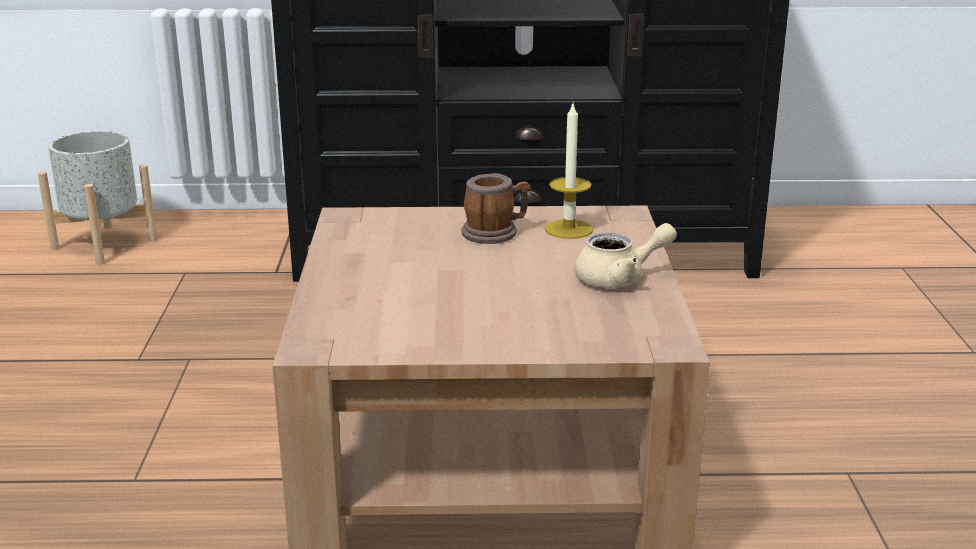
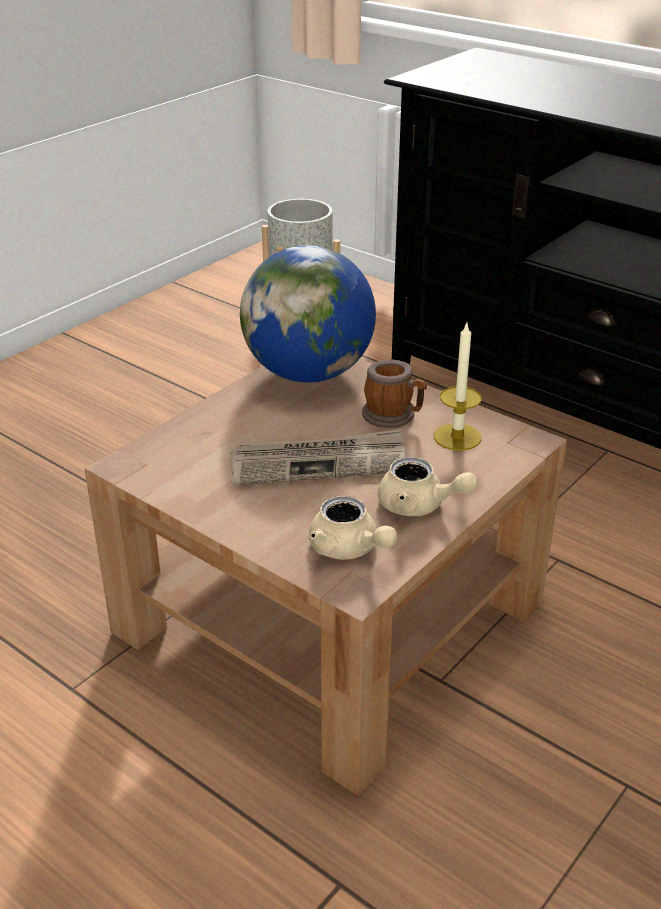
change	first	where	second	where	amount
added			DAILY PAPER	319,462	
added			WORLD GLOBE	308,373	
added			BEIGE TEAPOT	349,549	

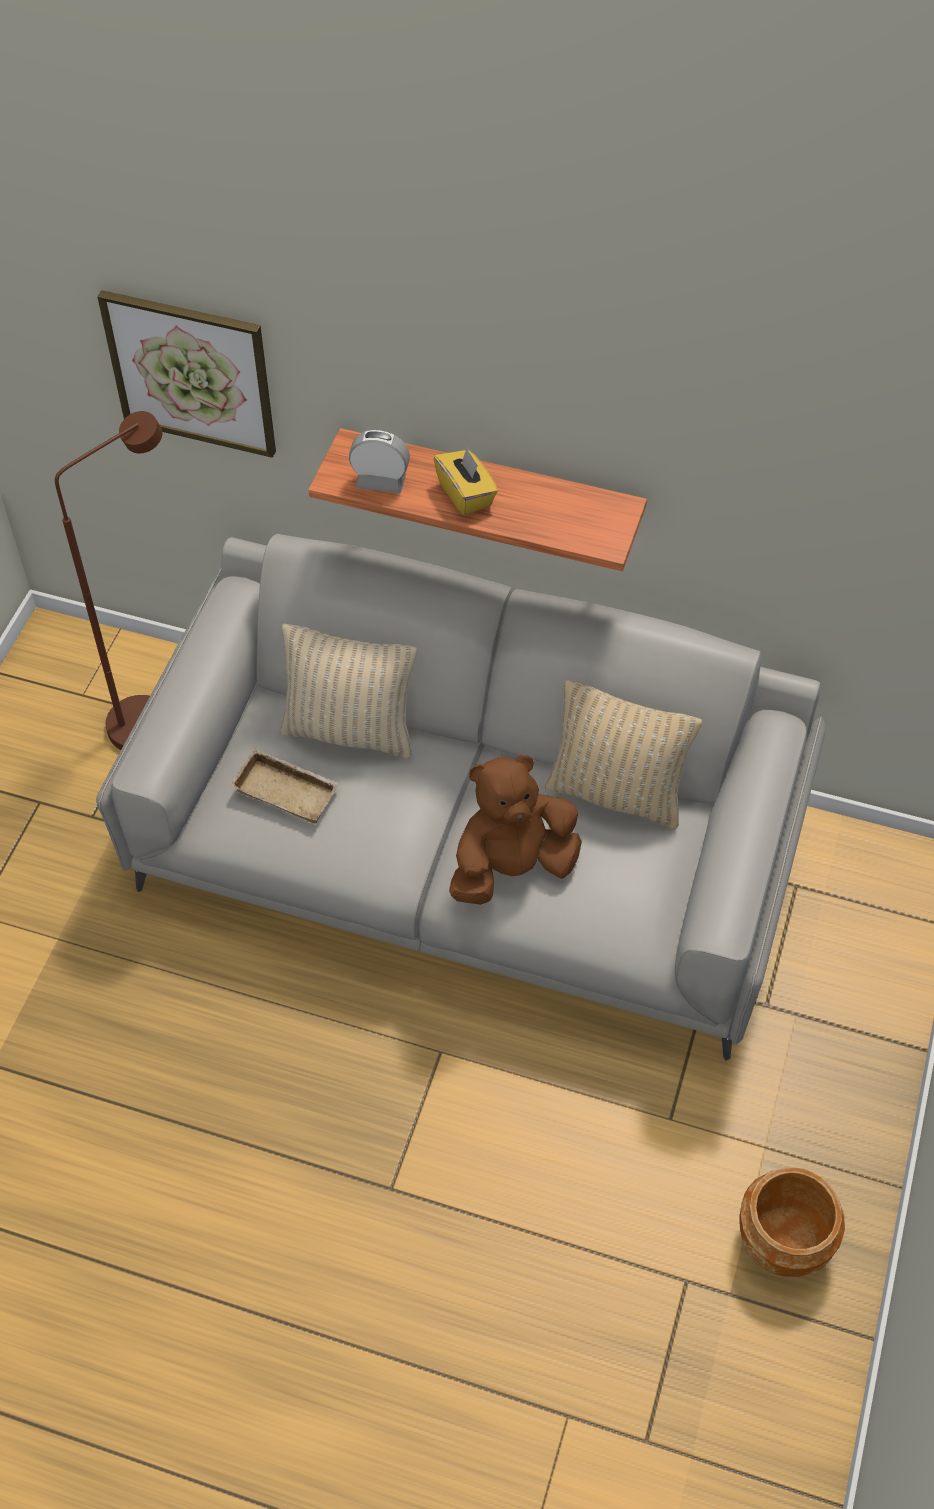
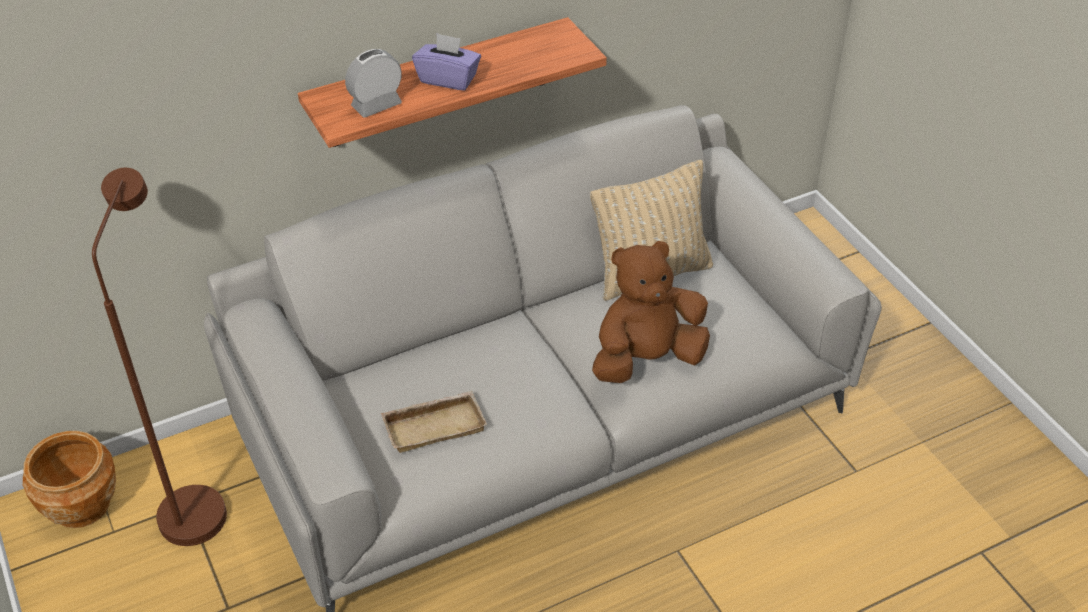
change	first	where	second	where	amount
removed	WALL PICTURE	191,373			
removed	BEIGE PILLOW	350,731			
moved	BROWN PLANT POT	783,1240		81,504	
recoloured	YELLOWISH TISSUE BOX	466,494	PURPLE-COLOURED TISSUE BOX	448,79	
turned	BROWN SOFT TOY	511,867		646,359	45 degrees clockwise

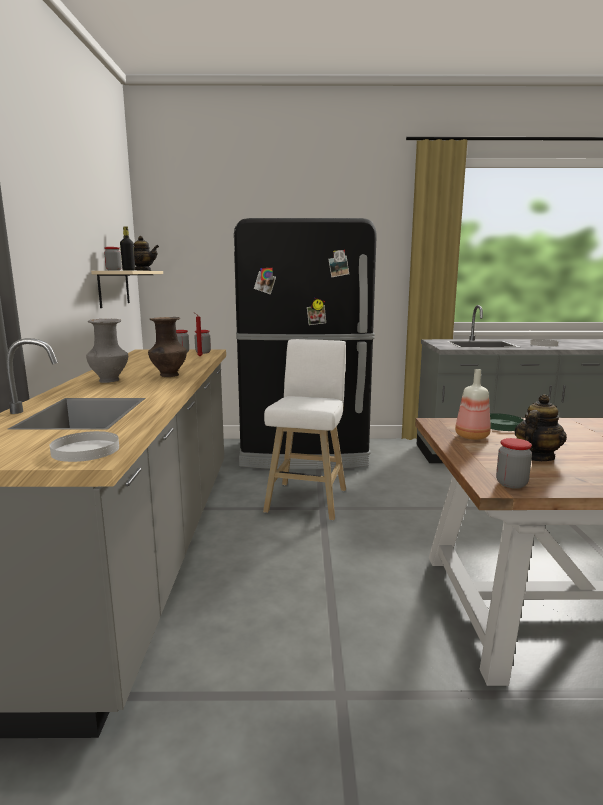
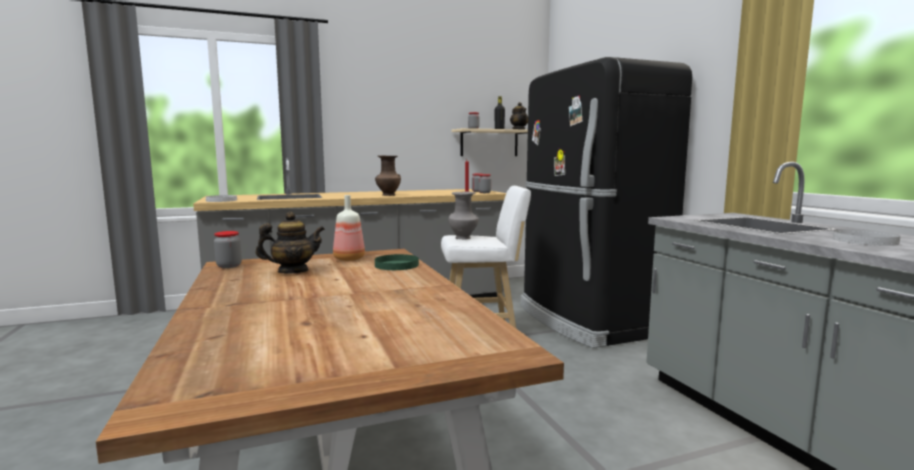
change	first	where	second	where	amount
moved	GREYISH VASE	110,380		463,238	
turned	TEAPOT	536,457		293,271	45 degrees counterclockwise

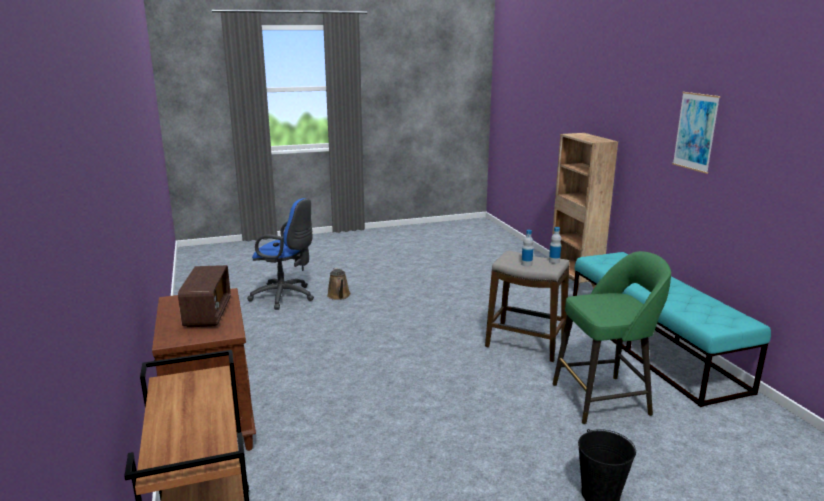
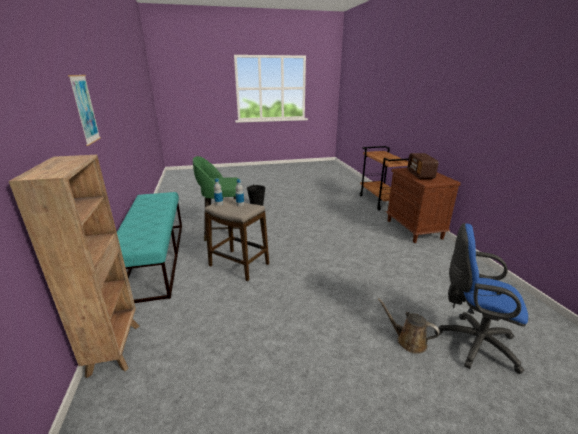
change	first	where	second	where	amount
turned	BROWN WATERING POT	339,296		408,341	45 degrees counterclockwise

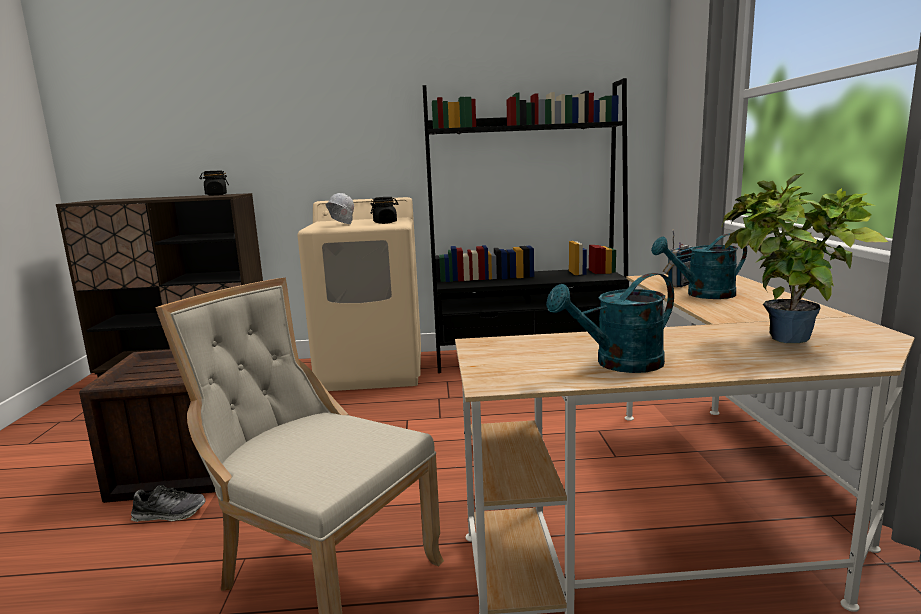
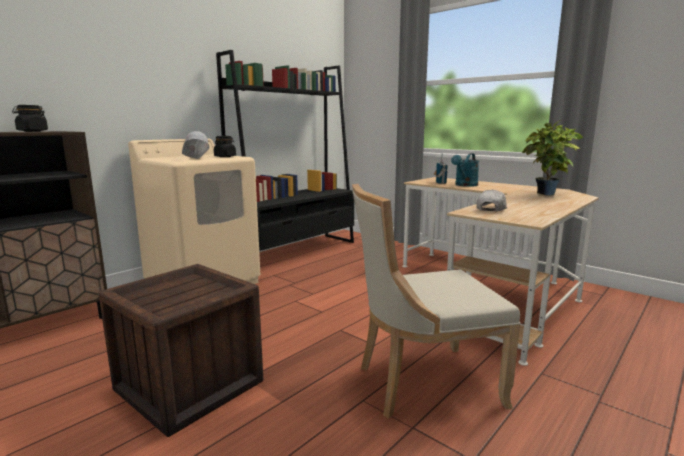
change	first	where	second	where	amount
removed	SHOE	169,514			
removed	TURQUOISE-COLOURED WATERING POT	619,364			
added			WHITE-COLOURED BASEBALL CAP	491,209	

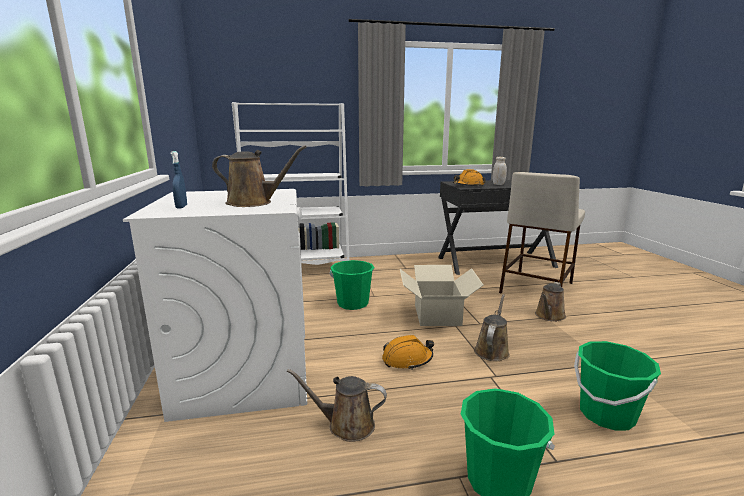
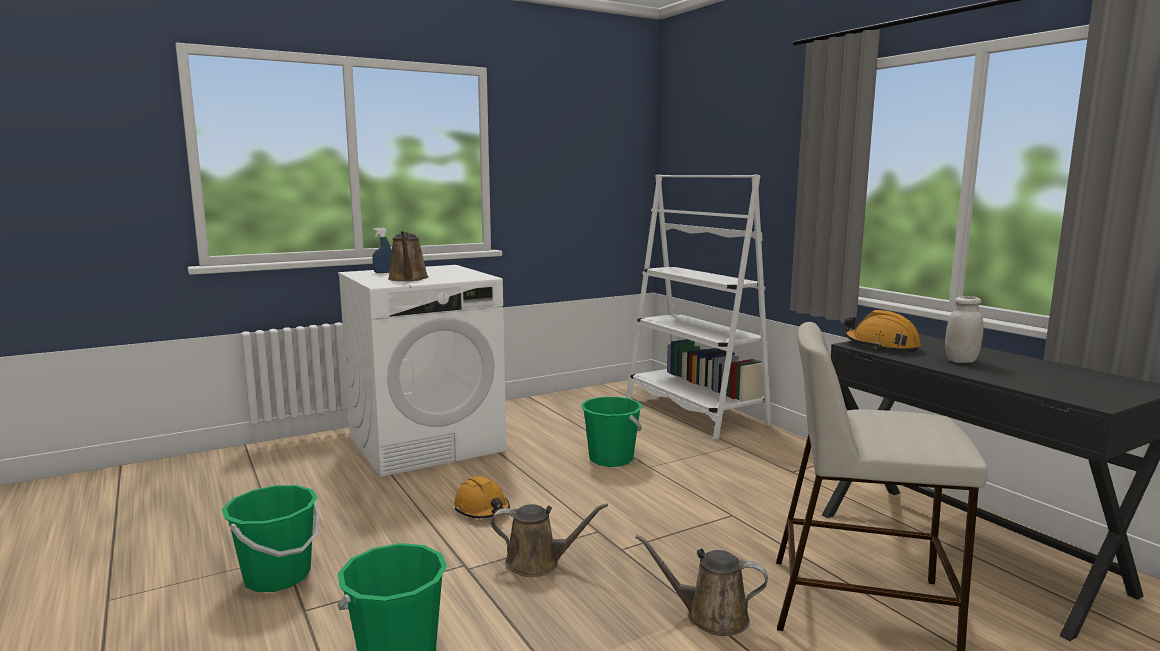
change	first	where	second	where	amount
removed	BROWN WATERING POT	346,425			
removed	PACKING BOX	438,315			

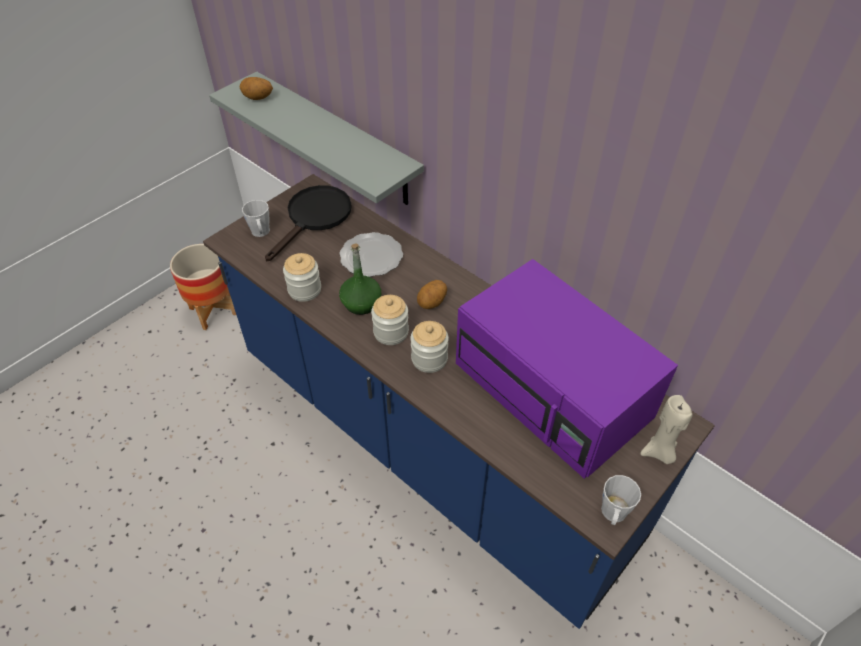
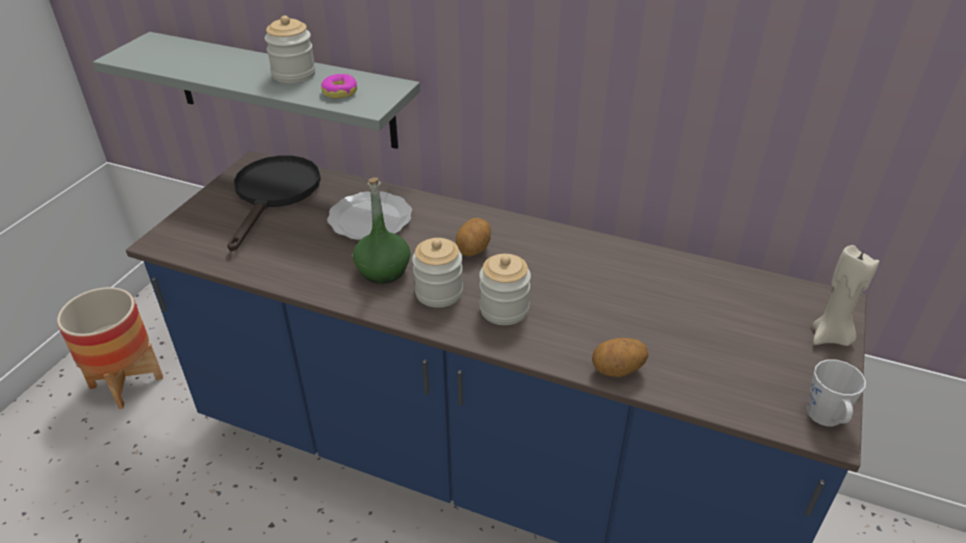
change	first	where	second	where	amount
removed	GREYISH COFFEE MUG	261,233			
removed	PURPLE-COLOURED MICROWAVE	554,391			
added			DOUGHNUT	340,92	
moved	WHOLE POTATO	258,98		617,371	
moved	PRESERVE JAR	304,290		294,74	

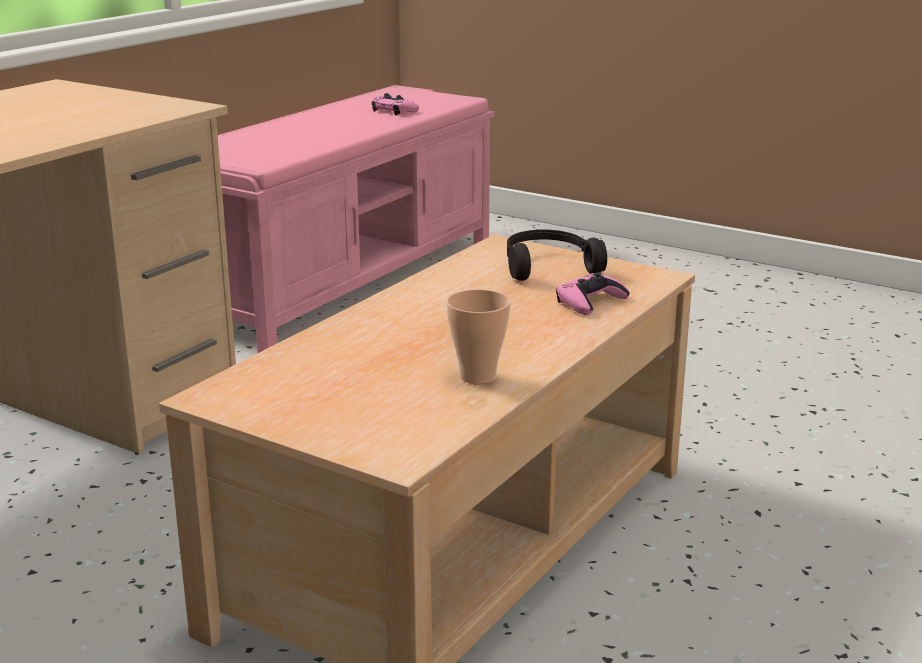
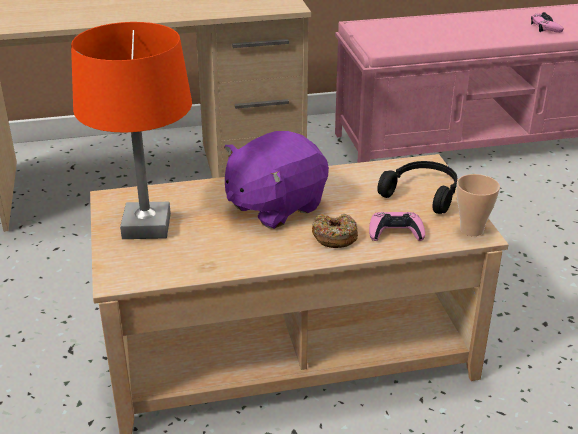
change	first	where	second	where	amount
added			ORANGE-COLOURED LAMP FOR A TABLE	146,226	
added			PURPLE-COLOURED SOFT TOY	274,206	
added			DOUGHNUT	334,237	
moved	SMALL CUP	477,376		471,230	

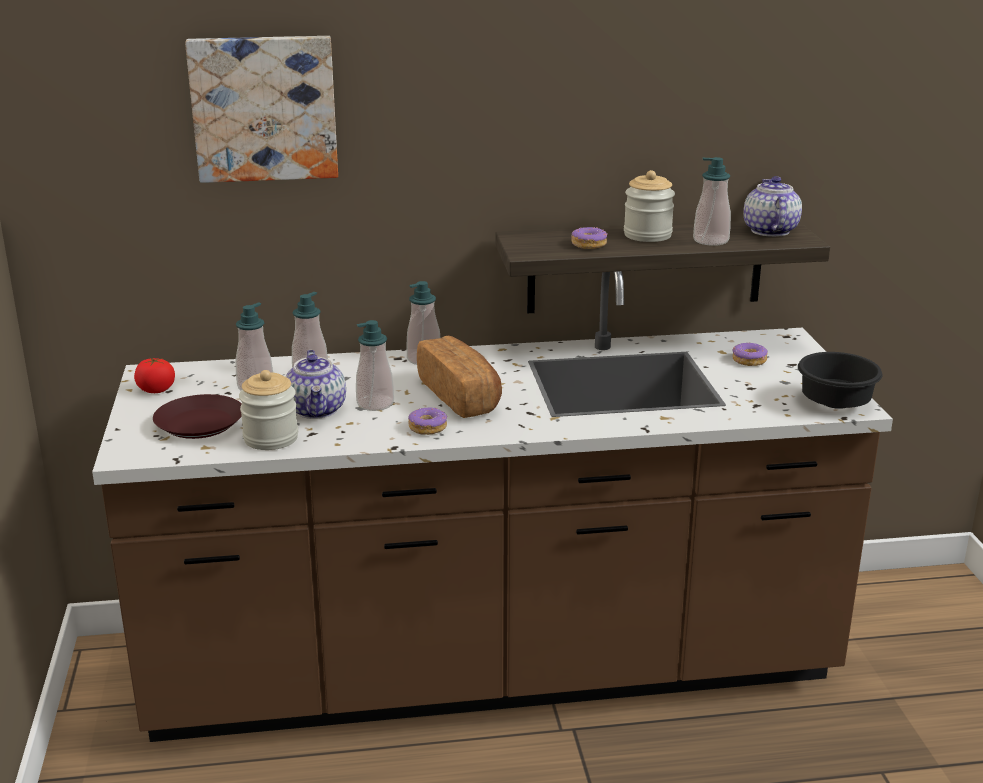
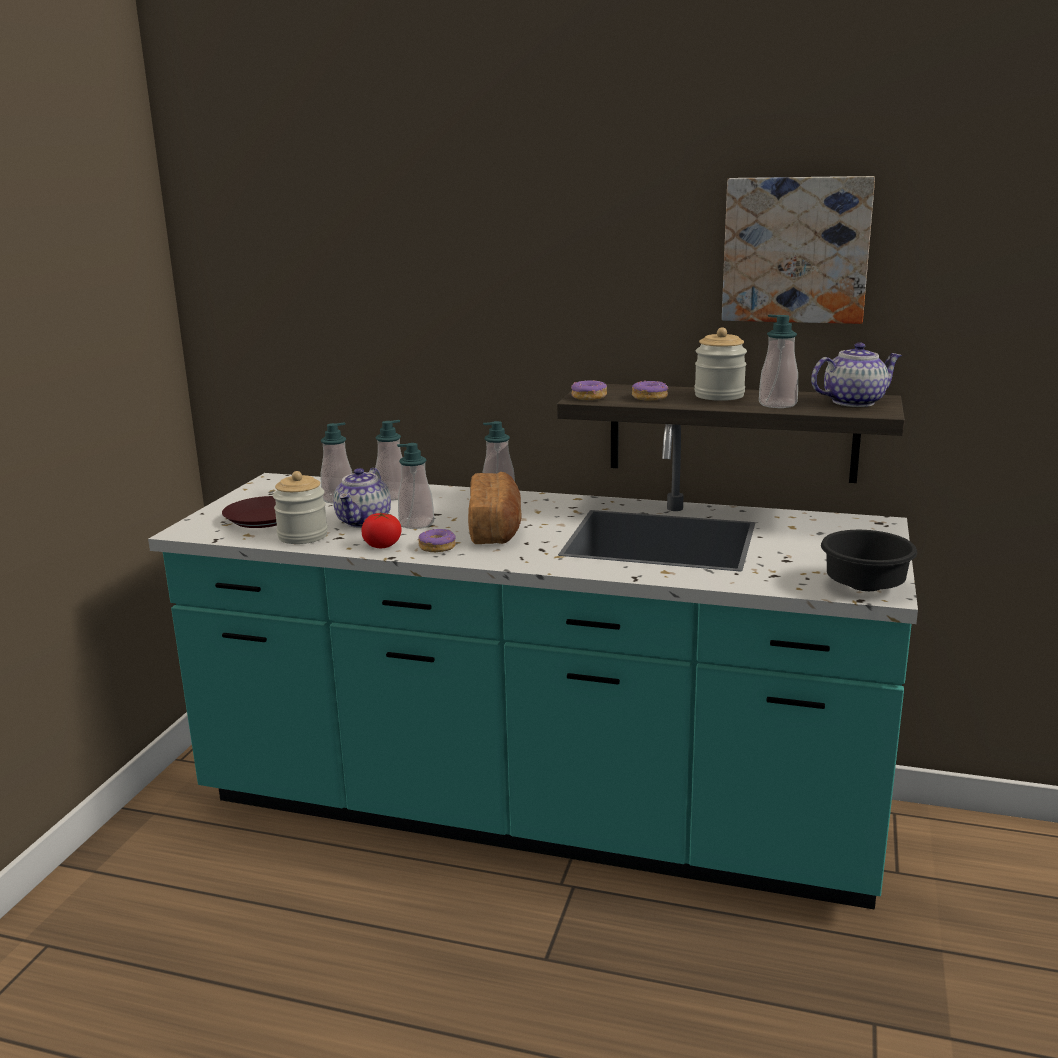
change	first	where	second	where	amount
moved	WHOLE TOMATO	156,390		382,545	
moved	WALL PICTURE	264,108		796,249	
moved	DOUGHNUT	749,360		589,397	
recoloured	BROWN KITCHEN COUNTER	491,670	TURQUOISE-COLOURED KITCHEN COUNTER	535,814	
turned	TEAPOT	769,231		853,402	45 degrees clockwise

